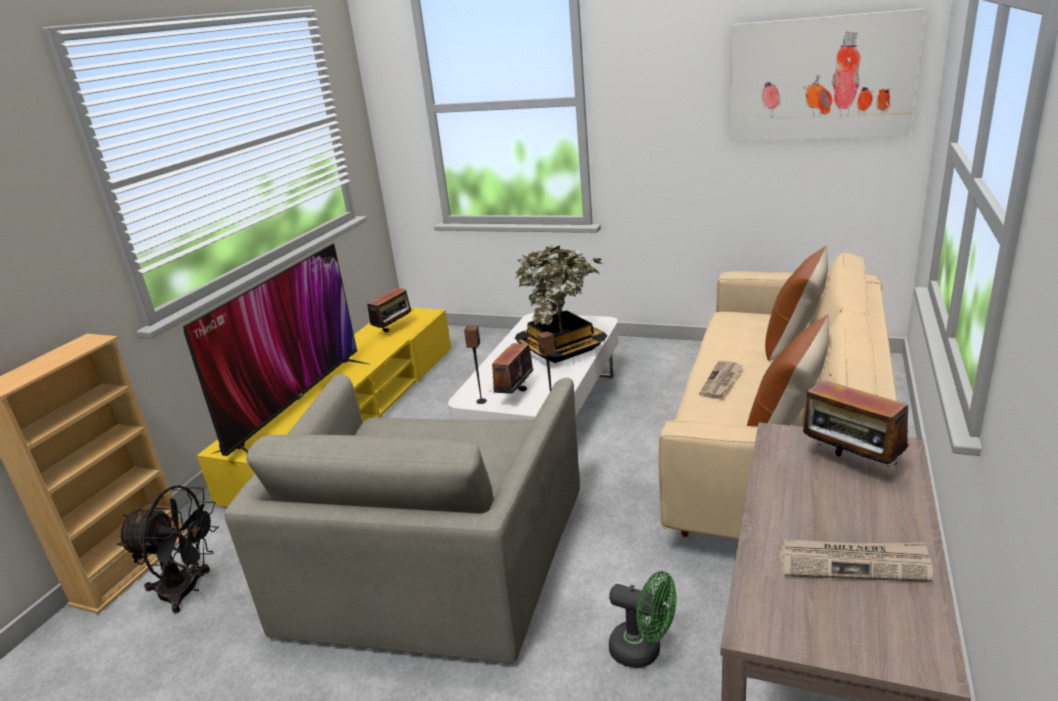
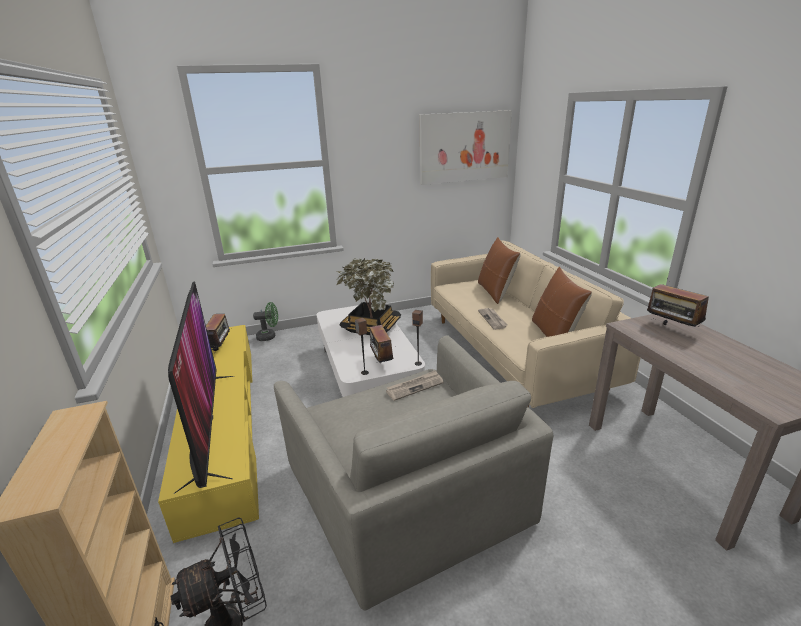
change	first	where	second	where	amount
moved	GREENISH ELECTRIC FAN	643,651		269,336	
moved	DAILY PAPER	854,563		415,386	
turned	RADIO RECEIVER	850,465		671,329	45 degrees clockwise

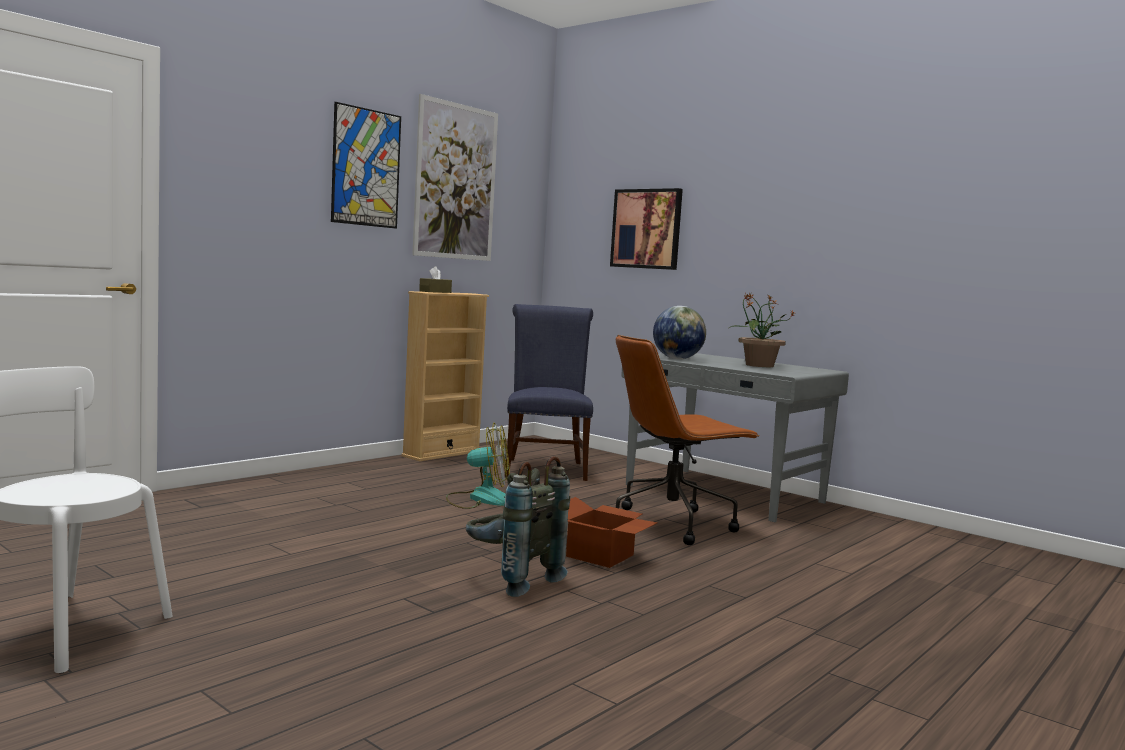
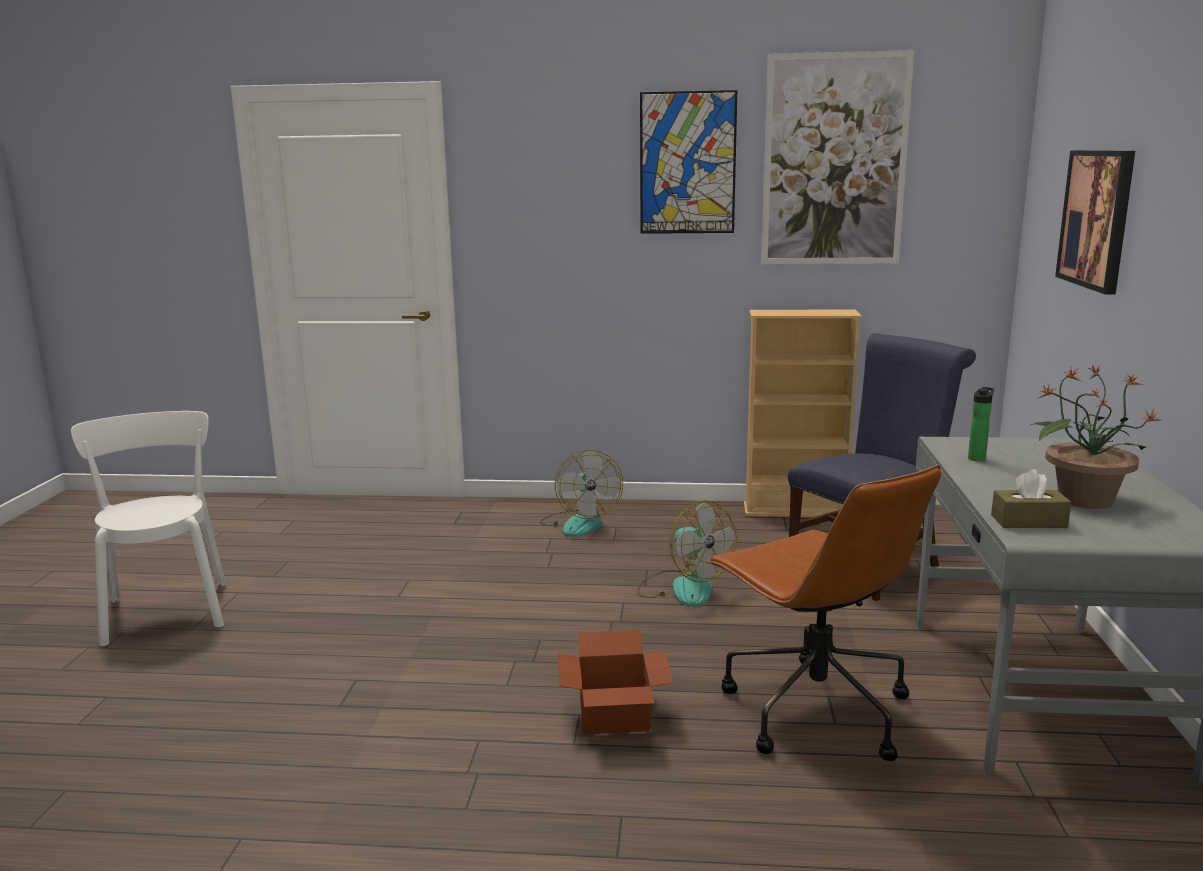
change	first	where	second	where	amount
removed	GREYISH KNAPSACK	510,579			
added			ELECTRIC FAN	579,523	
moved	BROWN TISSUE BOX	435,292		1028,521	
replaced	WORLD GLOBE	677,359	BOTTLE	977,458	
turned	BROWN OFFICE CHAIR	672,524		813,710	150 degrees counterclockwise

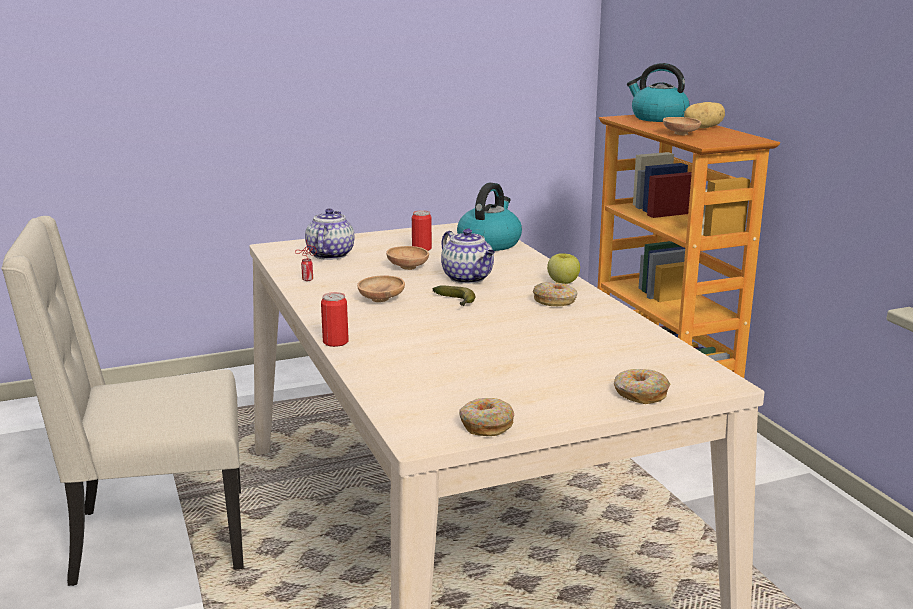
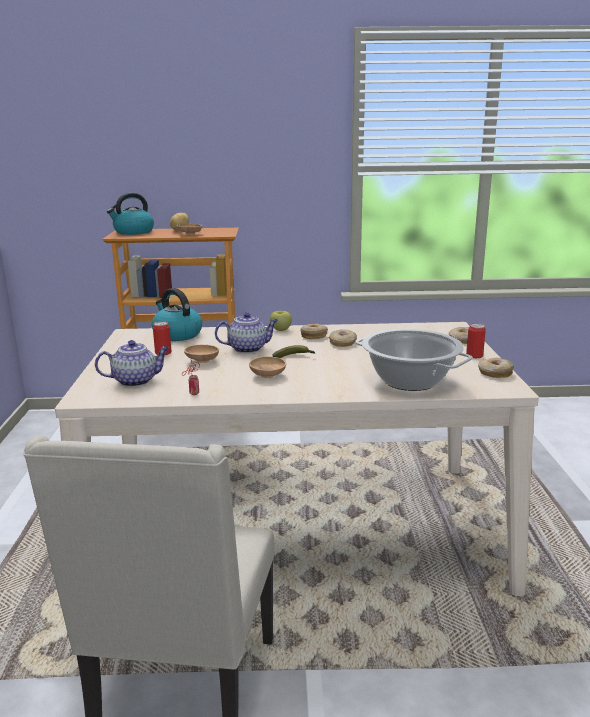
change	first	where	second	where	amount
added			DOUGHNUT	342,343	
added			COOKING POT	409,381	
moved	SEALED CAN	335,342		474,355	
turned	TEAPOT	330,255		136,381	135 degrees clockwise

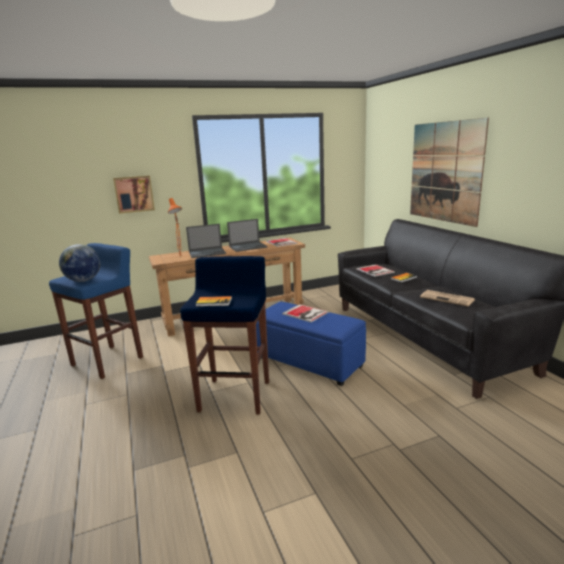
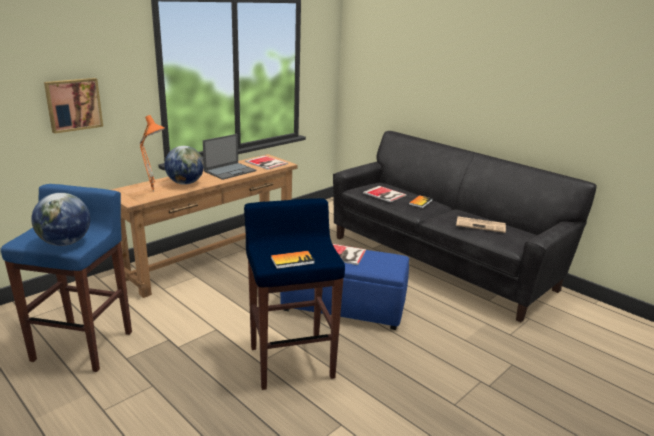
change	first	where	second	where	amount
removed	WALL PICTURE	445,172			
replaced	NOTEBOOK COMPUTER	207,253	WORLD GLOBE	185,183	

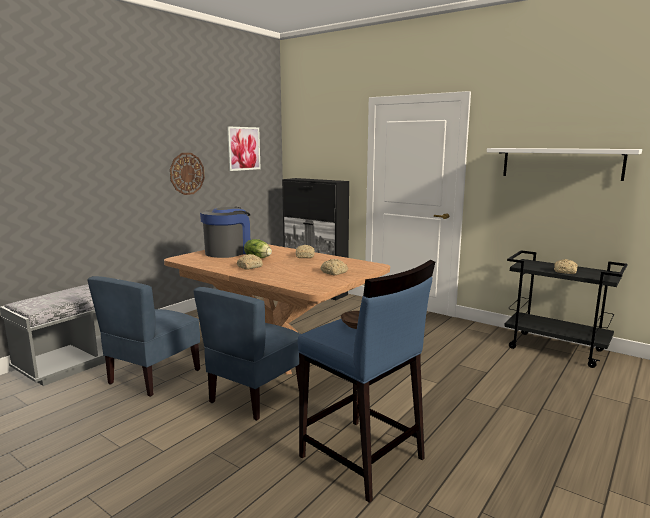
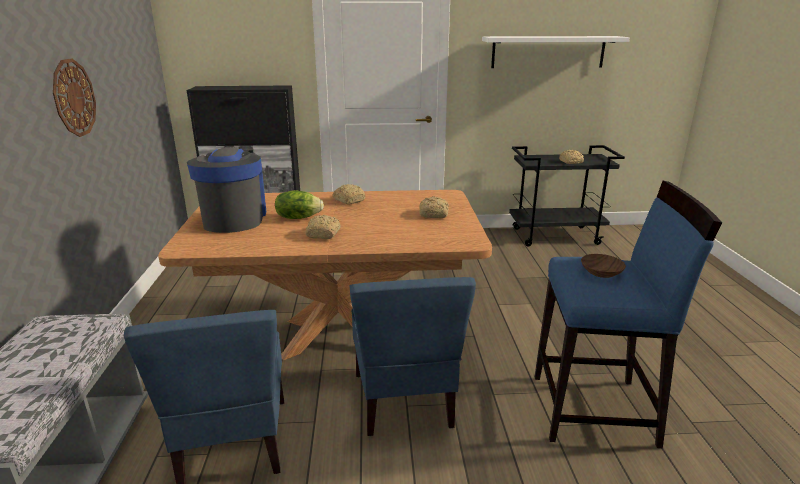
change	first	where	second	where	amount
removed	WALL PICTURE	243,148			

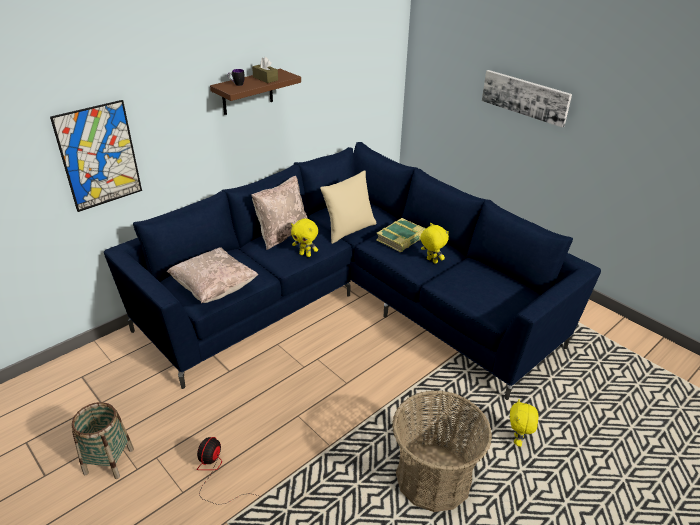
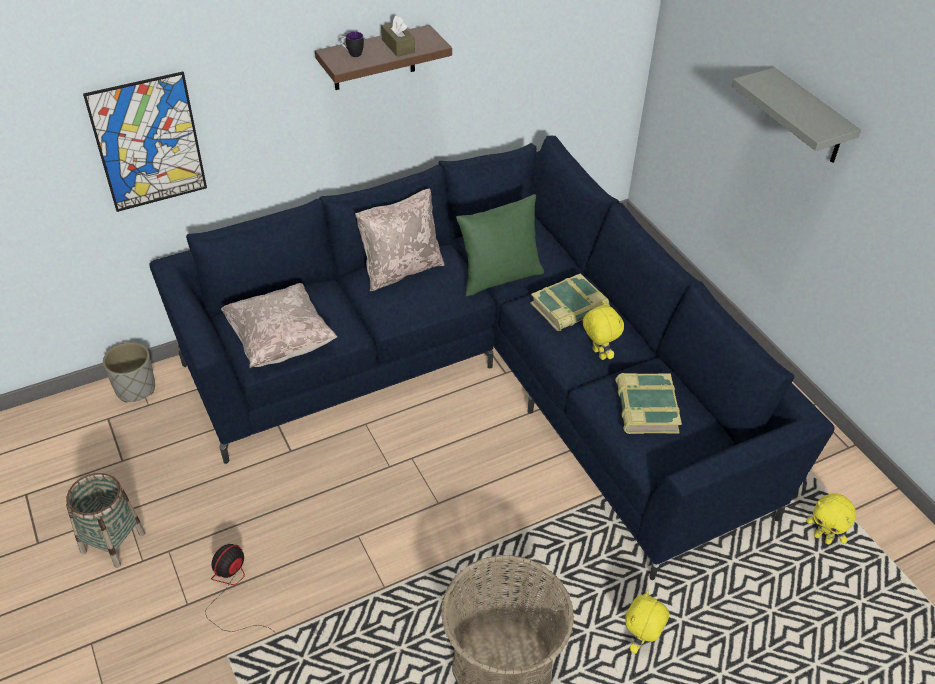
change	first	where	second	where	amount
added			GREYISH PLANT POT	136,388	
added			VOLUME	645,408	
moved	YELLOWISH SOFT TOY	305,254		823,538	
replaced	WALL PICTURE	525,97	GREYISH WALL SHELF	810,118	
recoloured	BEIGE PILLOW	348,230	GREENISH PILLOW	499,277	

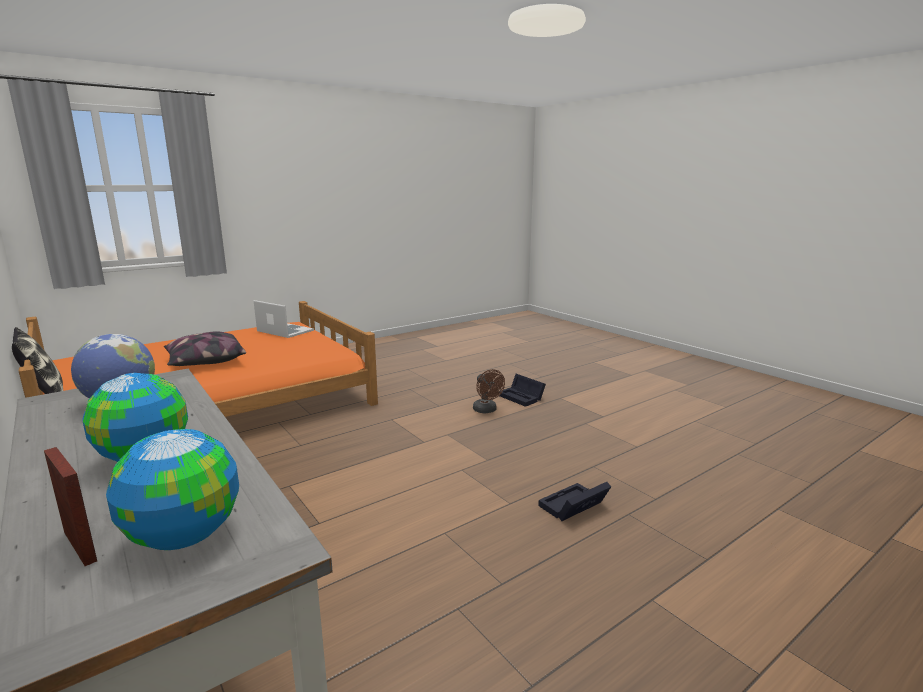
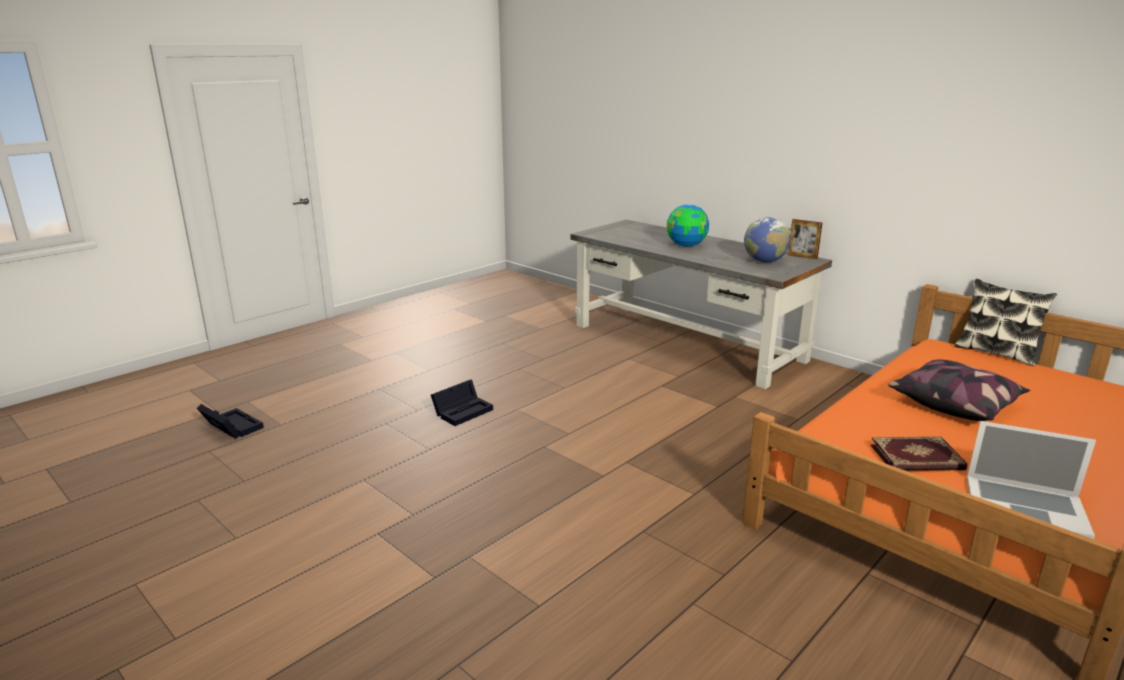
change	first	where	second	where	amount
removed	WORLD GLOBE	183,536			
removed	BROWN ELECTRIC FAN	487,410			
added			VOLUME	917,458	
moved	PHOTO FRAME	80,546		802,256	
moved	BLACK-COLOURED STORAGE CONTAINER	522,397		230,427	

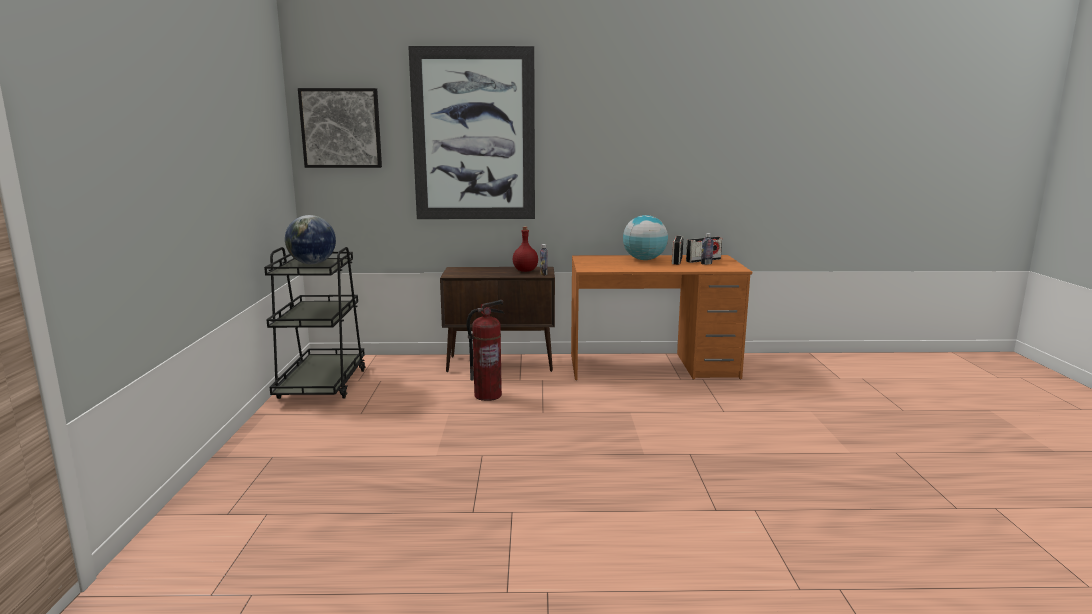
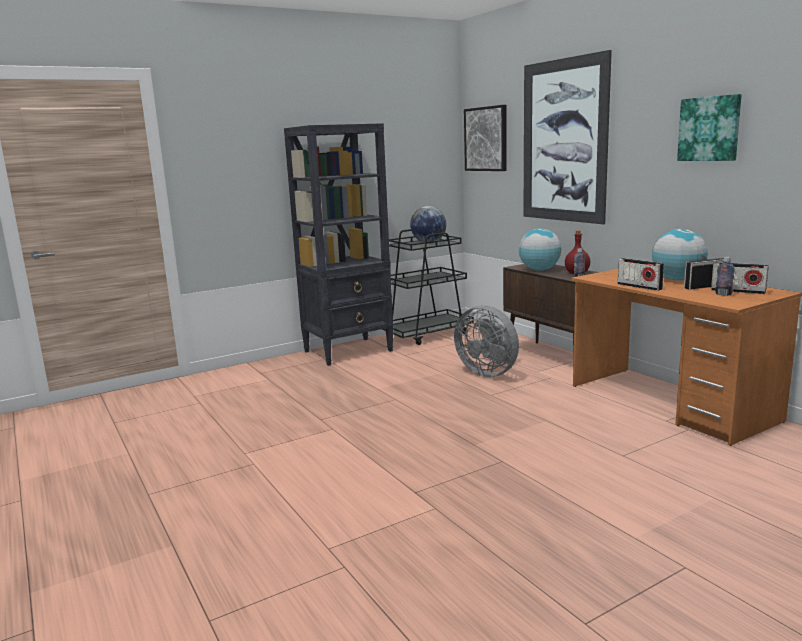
change	first	where	second	where	amount
added			BLACK-COLOURED SHELVING UNIT	349,351	
added			WORLD GLOBE	539,270	
added			RADIO RECEIVER	639,286	
added			WALL PICTURE	709,129	
replaced	EXTINGUISHER	488,395	GREYISH ELECTRIC FAN	489,372	

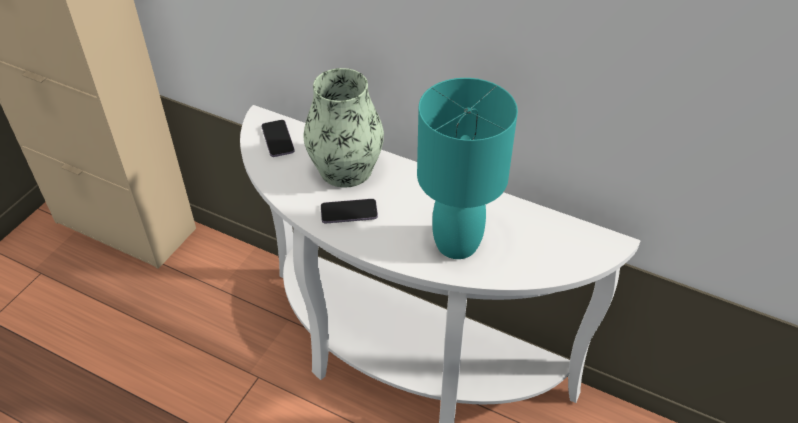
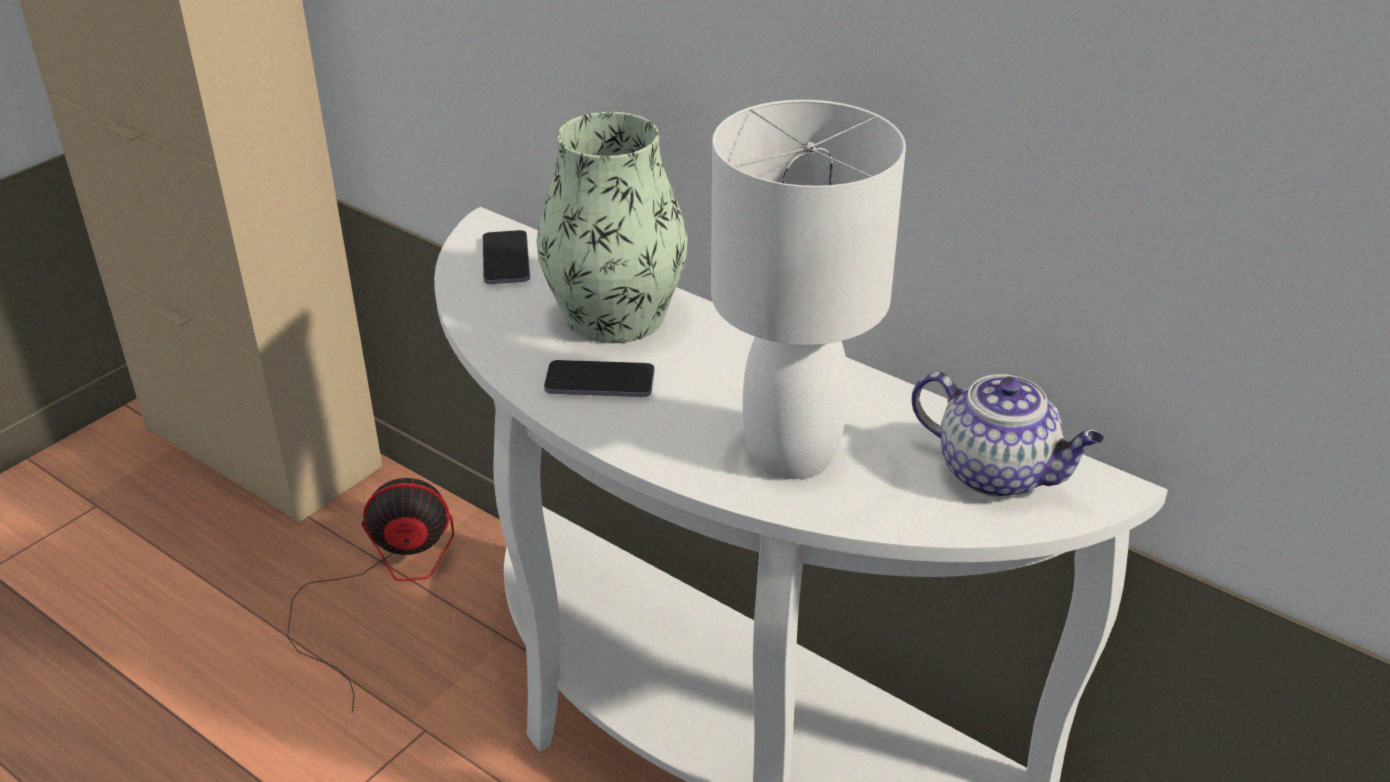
change	first	where	second	where	amount
added			ELECTRIC FAN	382,585	
added			TEAPOT	998,473	
recoloured	TURQUOISE-COLOURED LAMP FOR A TABLE	456,243	WHITE-COLOURED LAMP FOR A TABLE	792,453	

